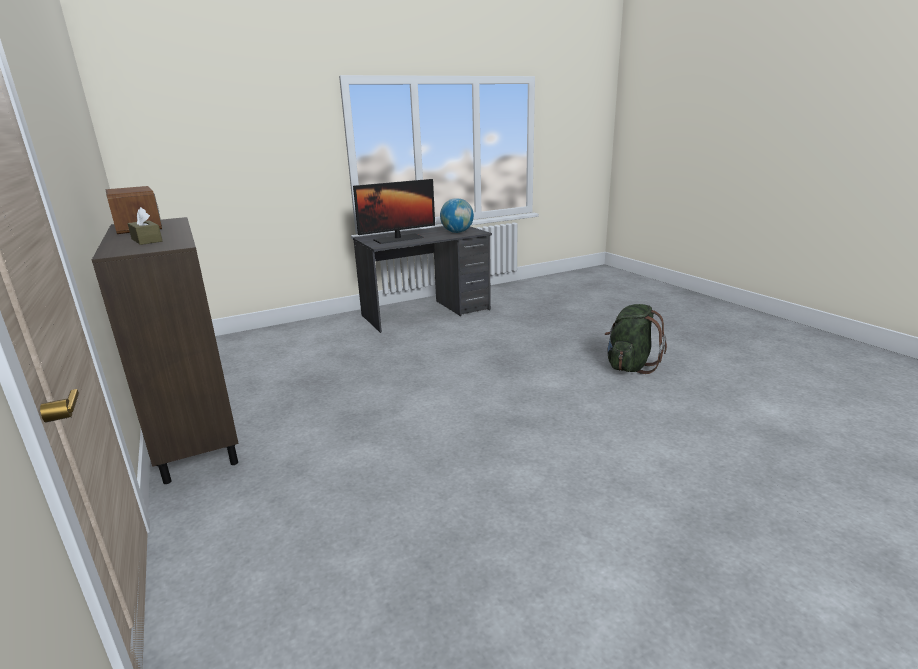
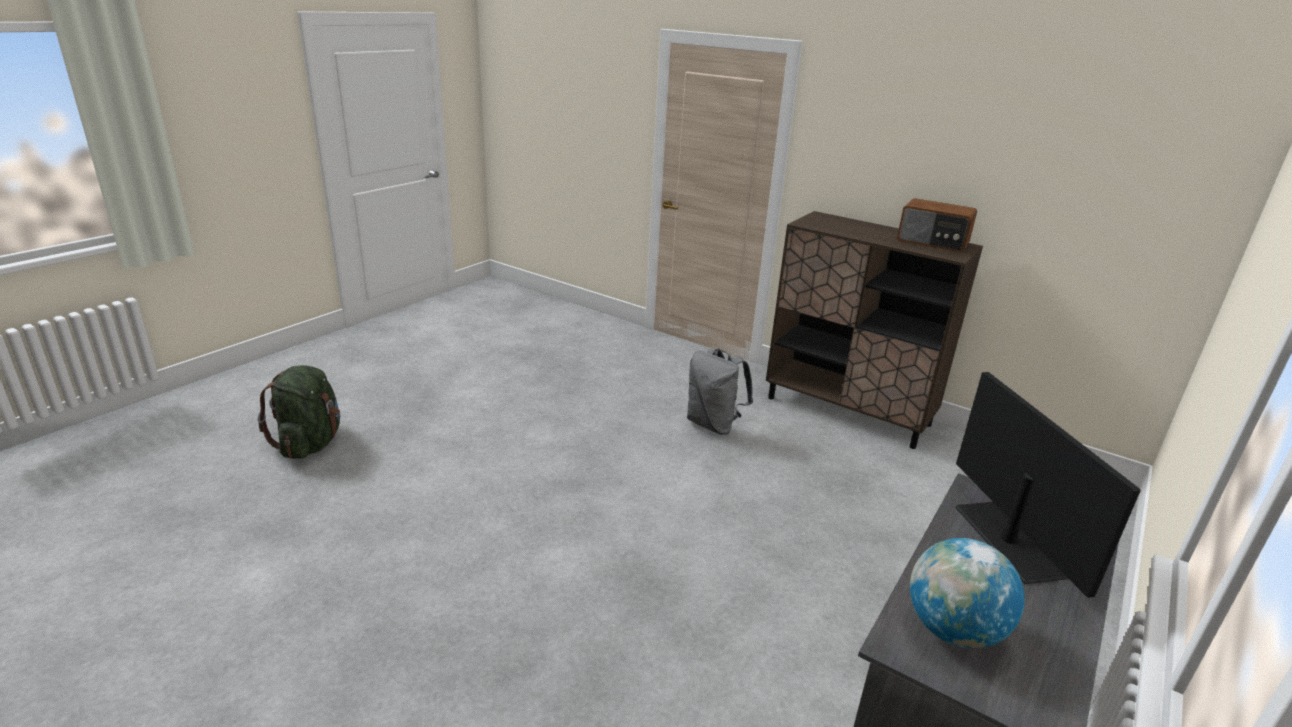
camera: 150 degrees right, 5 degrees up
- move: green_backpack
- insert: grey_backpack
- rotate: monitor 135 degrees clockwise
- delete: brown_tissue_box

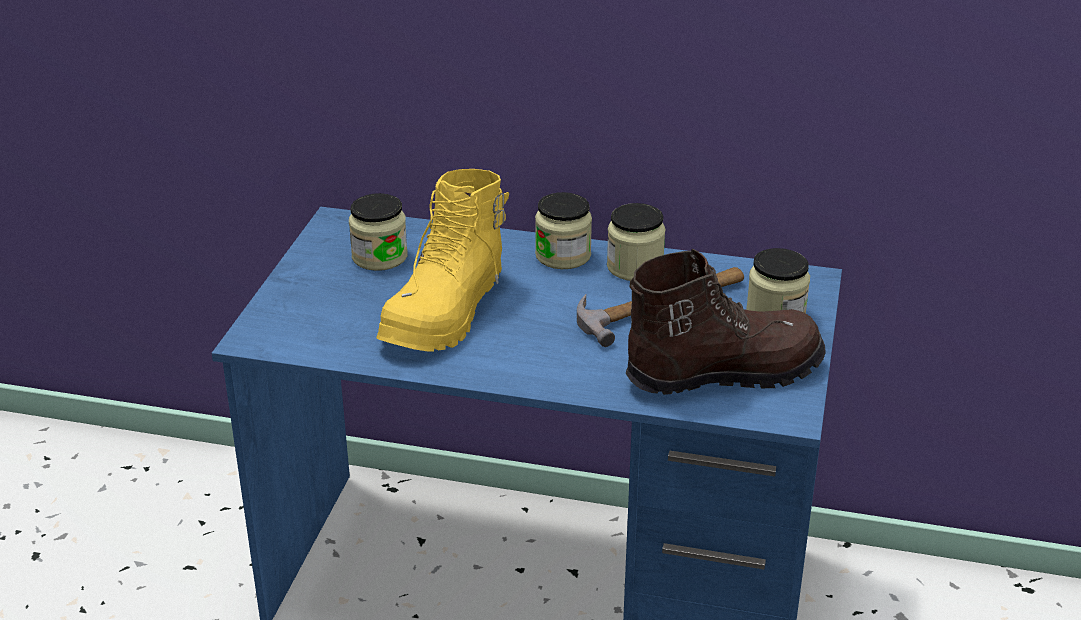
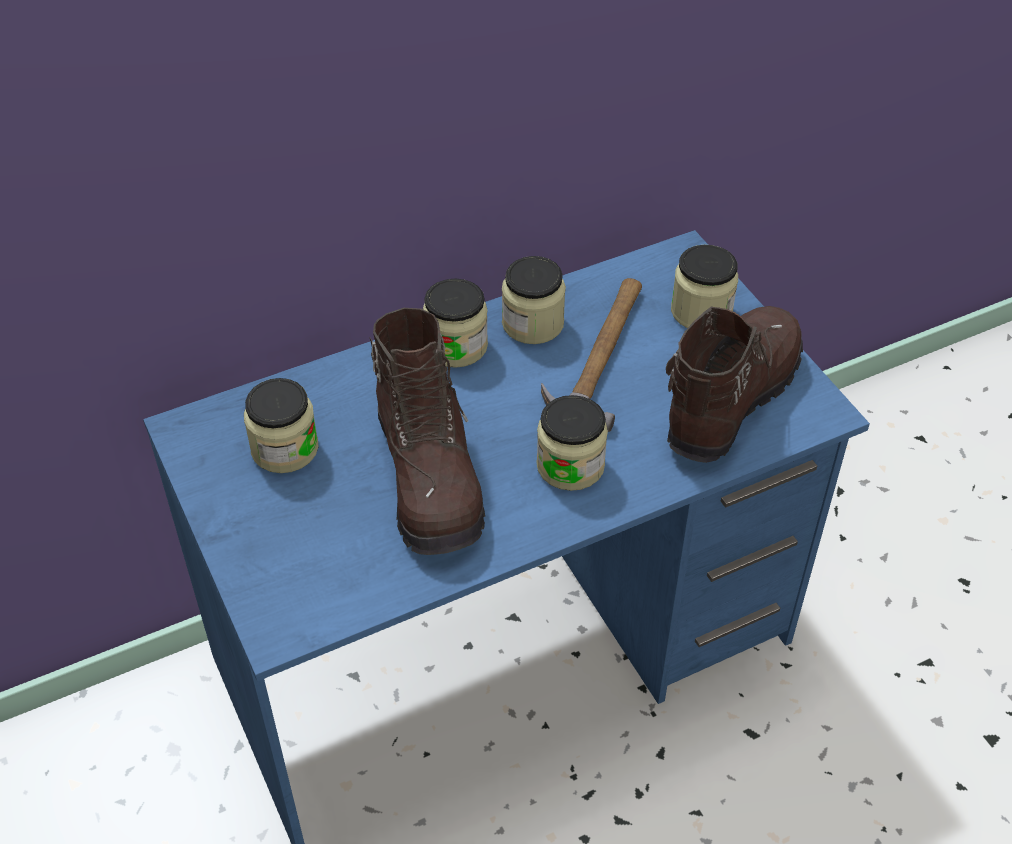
camera: 40 degrees left, 15 degrees up
- recolor: yellow_boot to brown_boot (1st from left)
- insert: jar (4th from left)

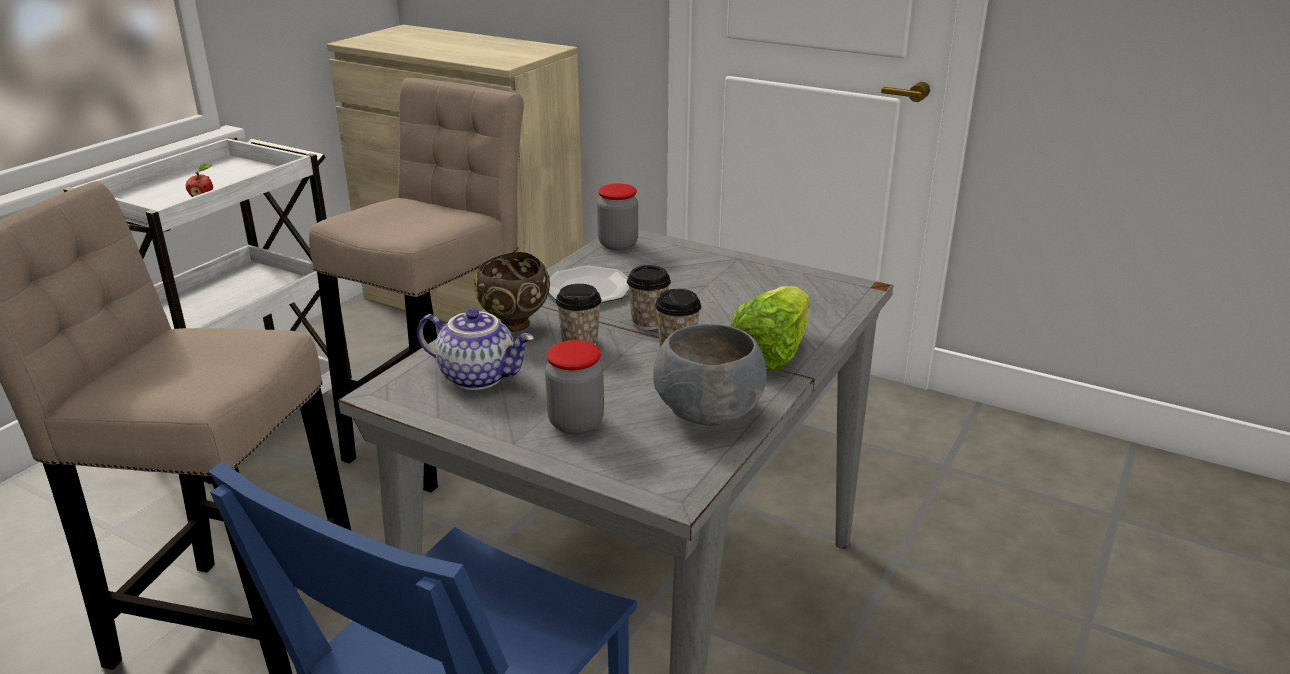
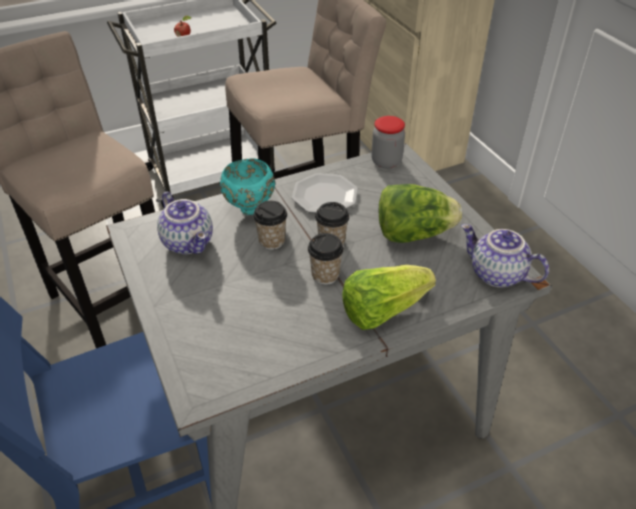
camera: 35 degrees right, 15 degrees up
- recolor: brown_bowl to turquoise_bowl
- insert: lettuce (2nd from left)
- insert: teapot (2nd from left)
- delete: jar (1st from left)
- delete: grey_bowl

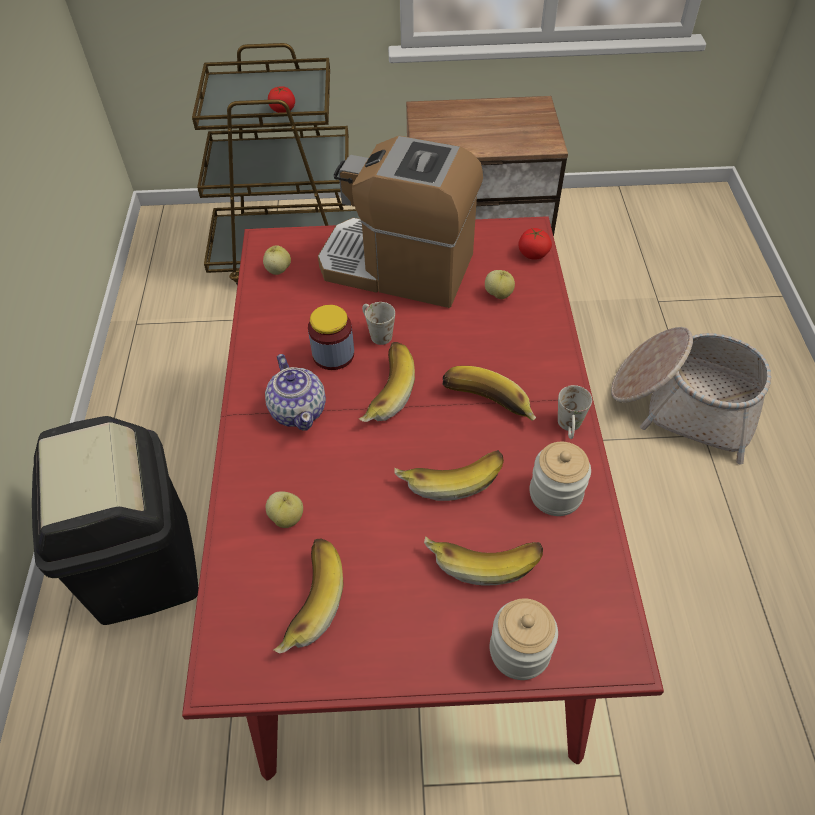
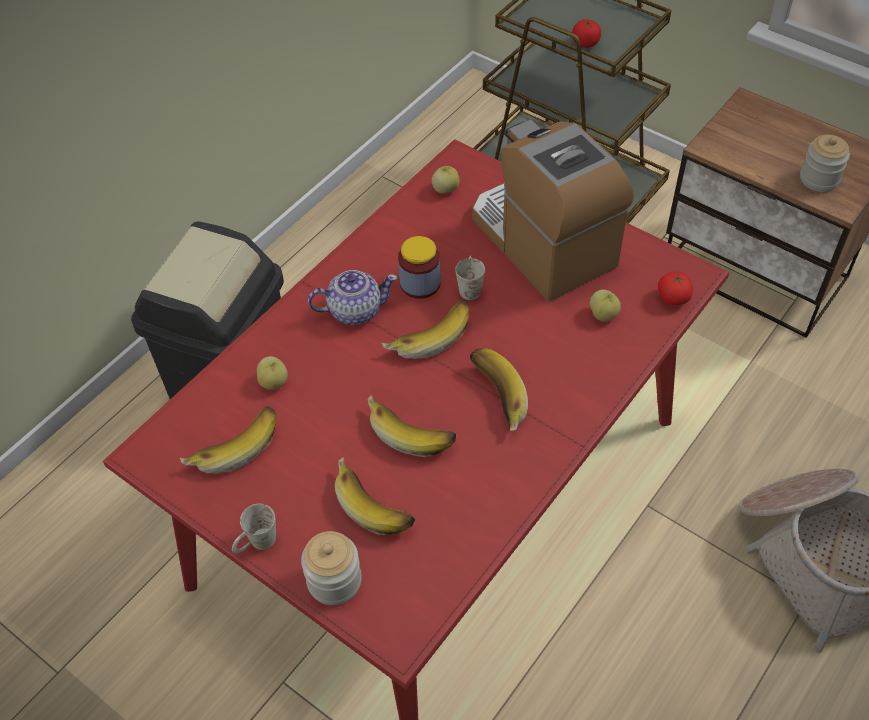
camera: 40 degrees right, 0 degrees up
- move: white_mug (2nd from left in the first image) to white_mug (1st from left)
- rotate: teapot 120 degrees counterclockwise
- move: jar (3rd from left)

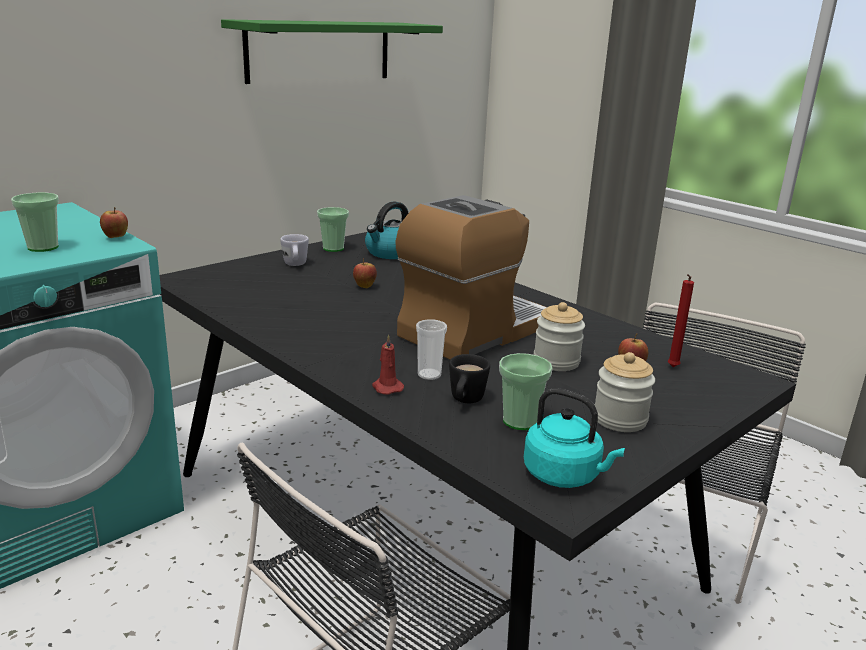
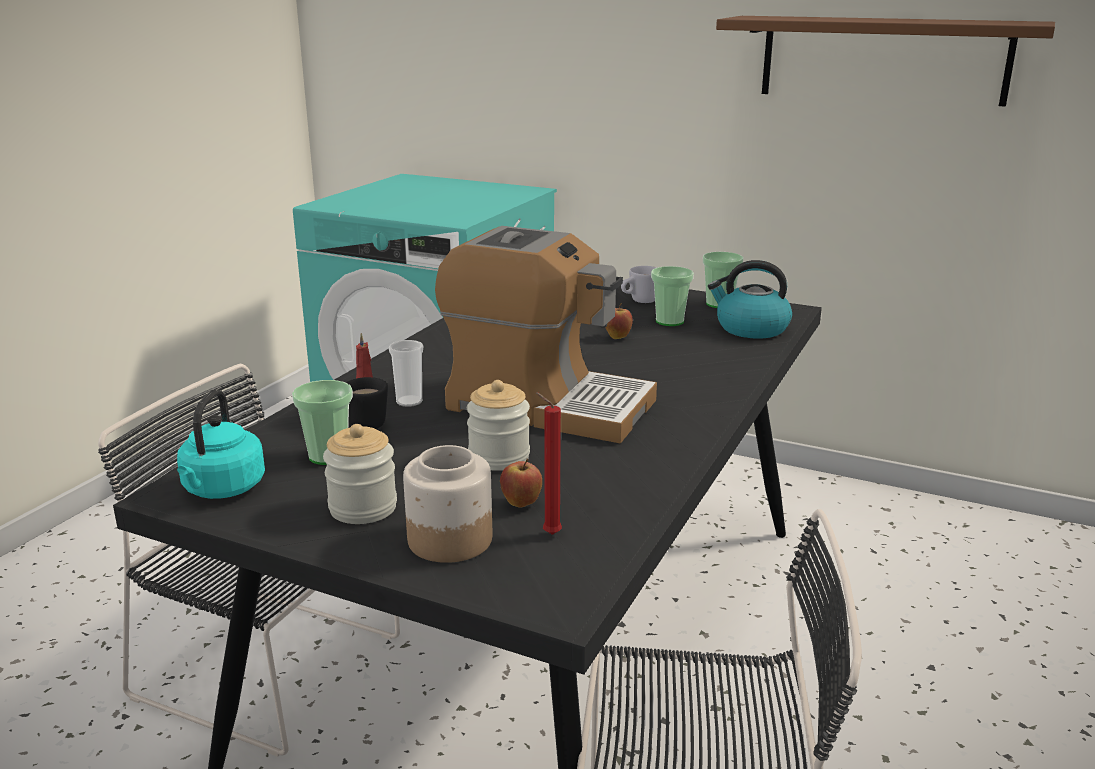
camera: 70 degrees right, 0 degrees up
- insert: jar (2nd from left)
- move: cup (1st from left in the first image) to cup (3rd from left)
- recolor: green_shelf to brown_shelf
- delete: apple (1st from left)

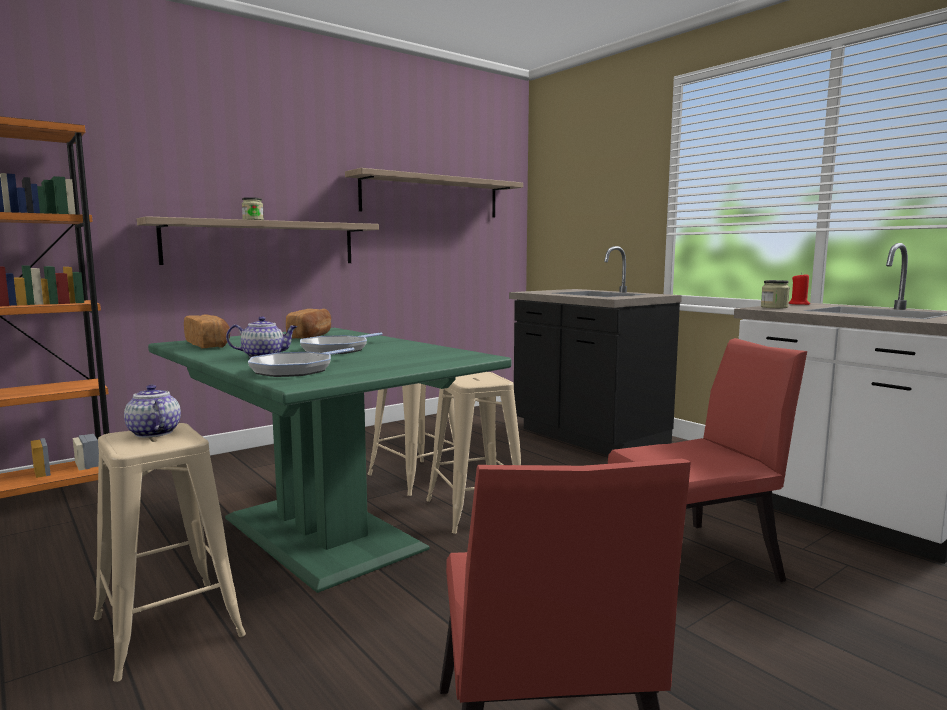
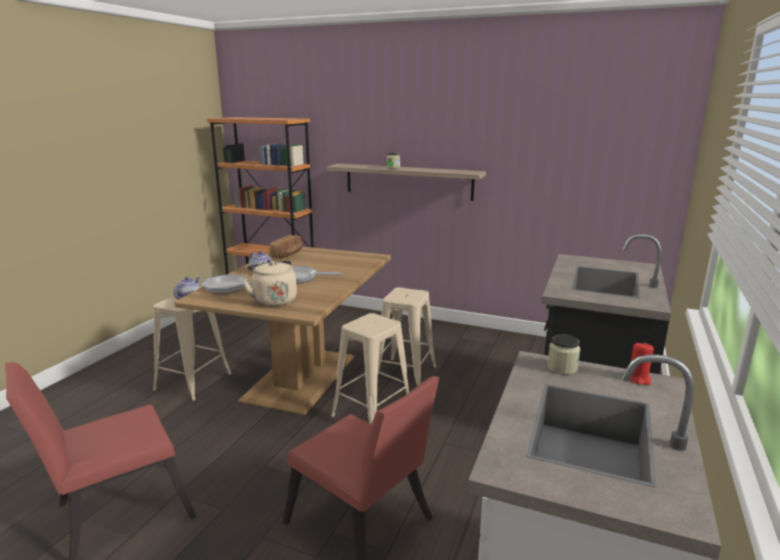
camera: 60 degrees right, 10 degrees up
- recolor: green_dining_table to brown_dining_table
- insert: beige_kettle
- delete: bread (2nd from left)
- delete: shelf (2nd from left)

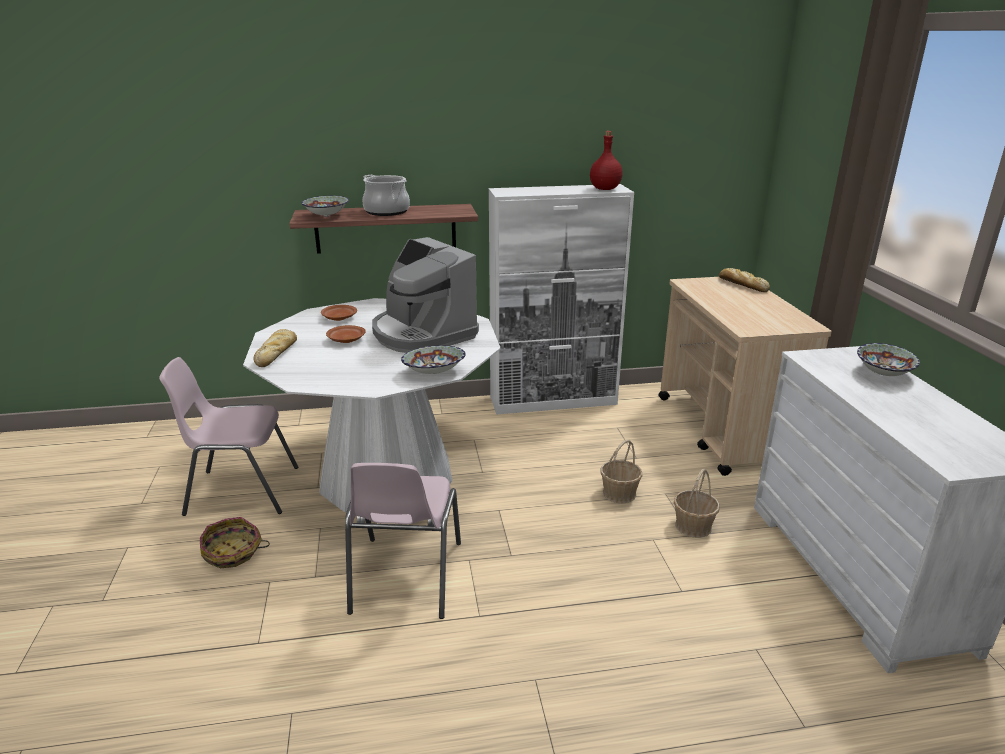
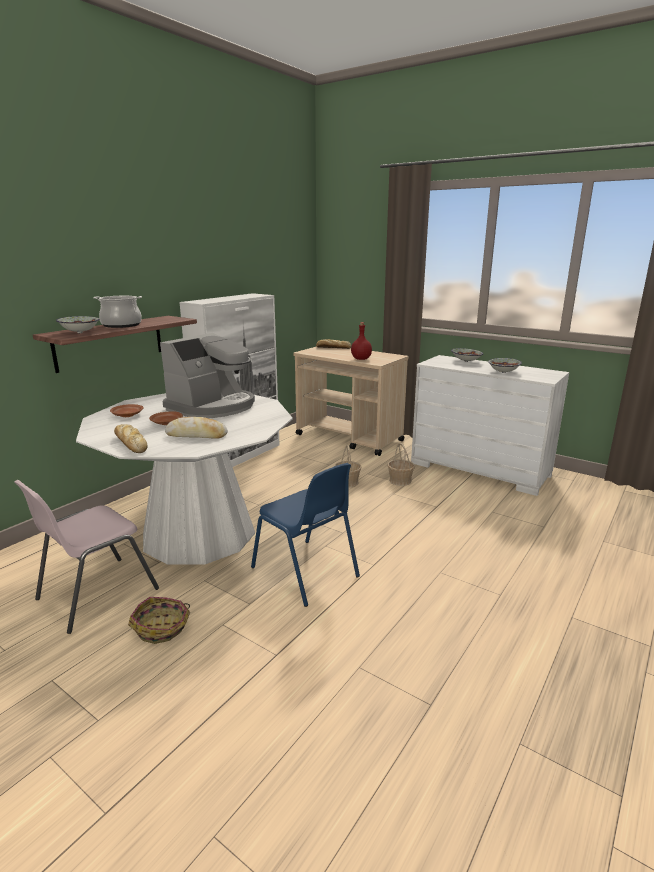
camera: 45 degrees left, 5 degrees down
- rotate: coffee_machine 60 degrees counterclockwise
- insert: bread (2nd from left)
- recolor: pink_chair (2nd from left) to blue_chair
- move: red_bottle
- move: bowl (2nd from left in the first image) to bowl (3rd from left)

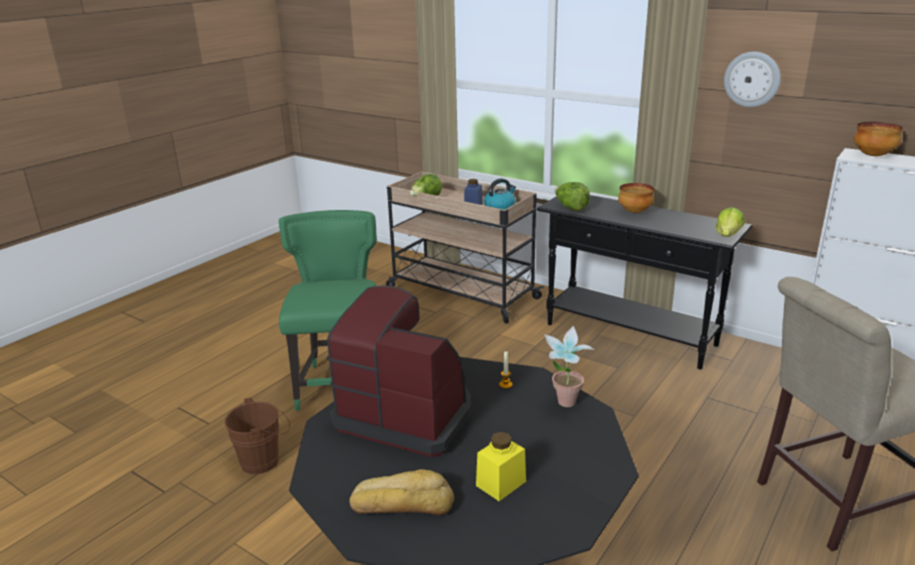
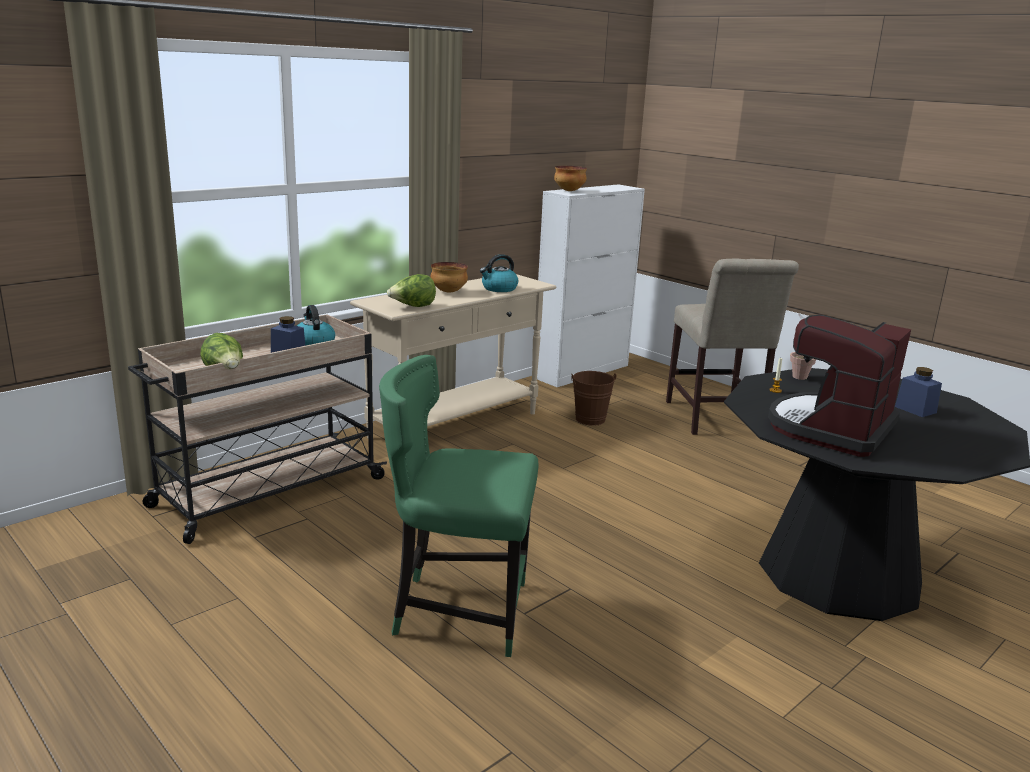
camera: 80 degrees left, 5 degrees down
- recolor: black_console_table to beige_console_table
- insert: kettle (2nd from left)
- move: brown_bucket
- recolor: yellow_jar to blue_jar (2nd from left)
- delete: bread
- delete: lettuce (3rd from left)
- delete: wall_clock

